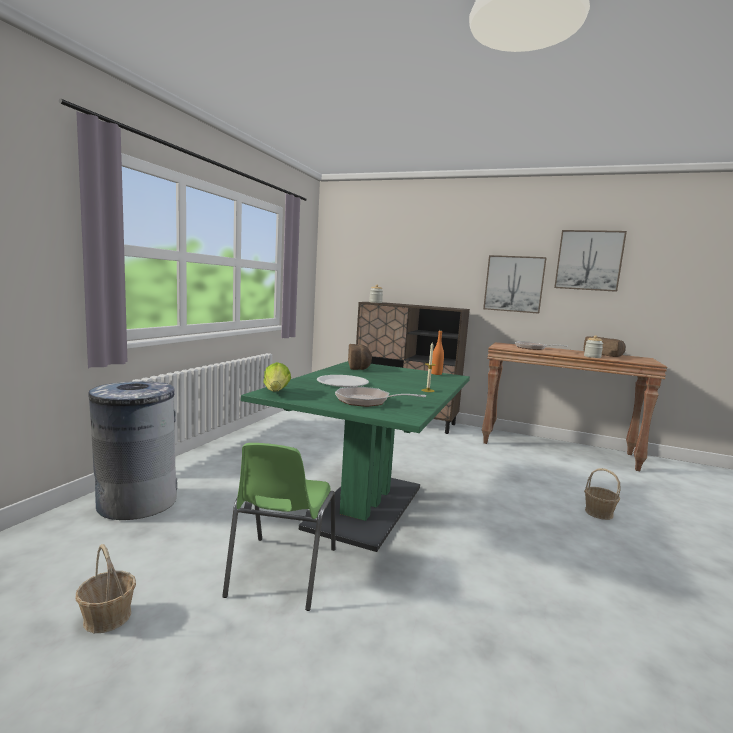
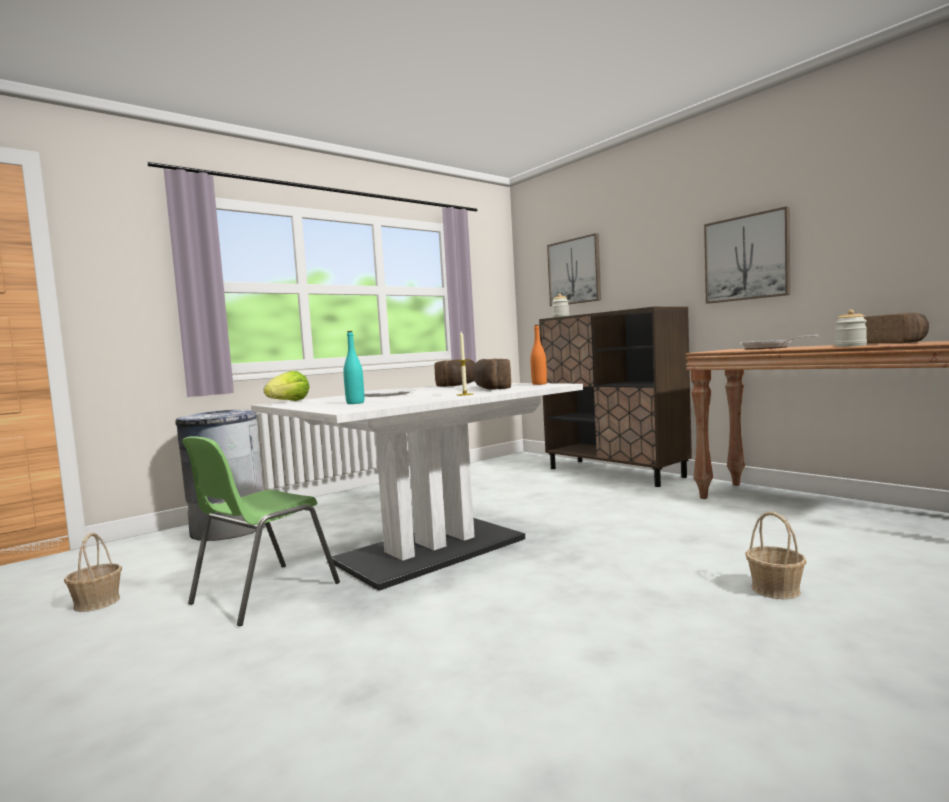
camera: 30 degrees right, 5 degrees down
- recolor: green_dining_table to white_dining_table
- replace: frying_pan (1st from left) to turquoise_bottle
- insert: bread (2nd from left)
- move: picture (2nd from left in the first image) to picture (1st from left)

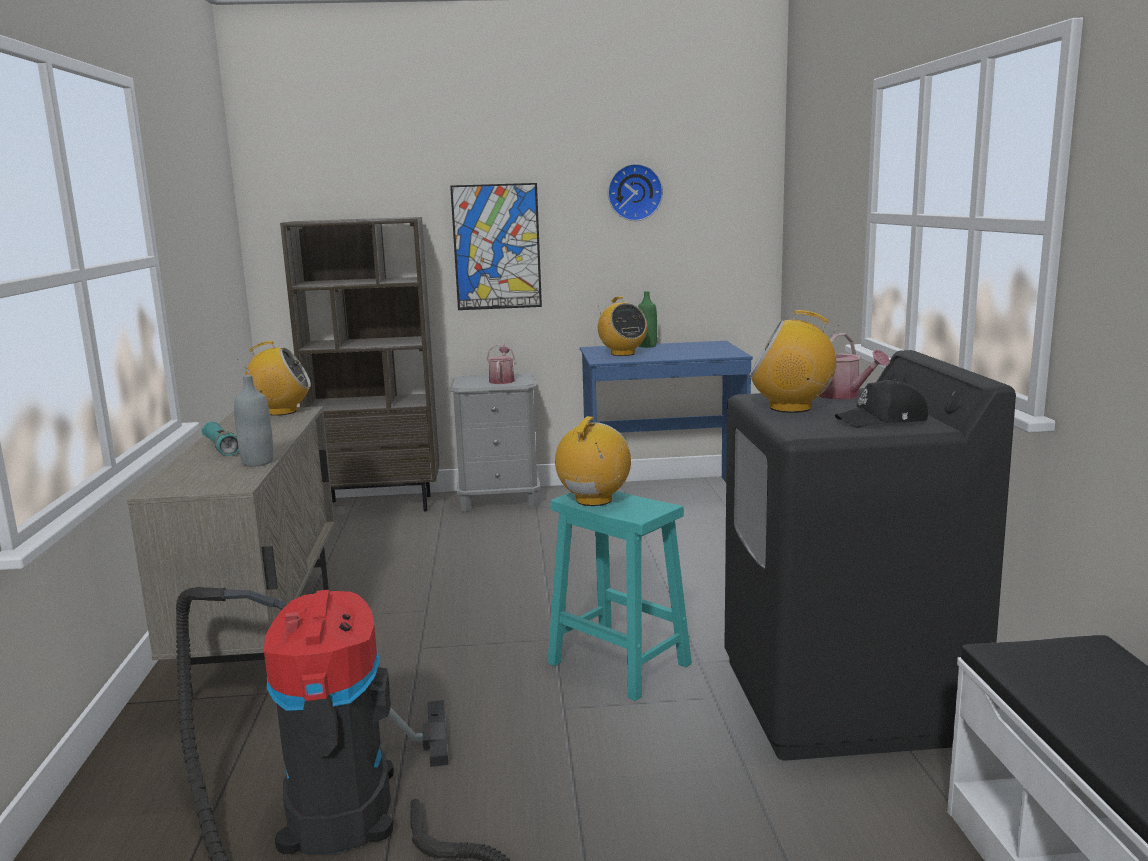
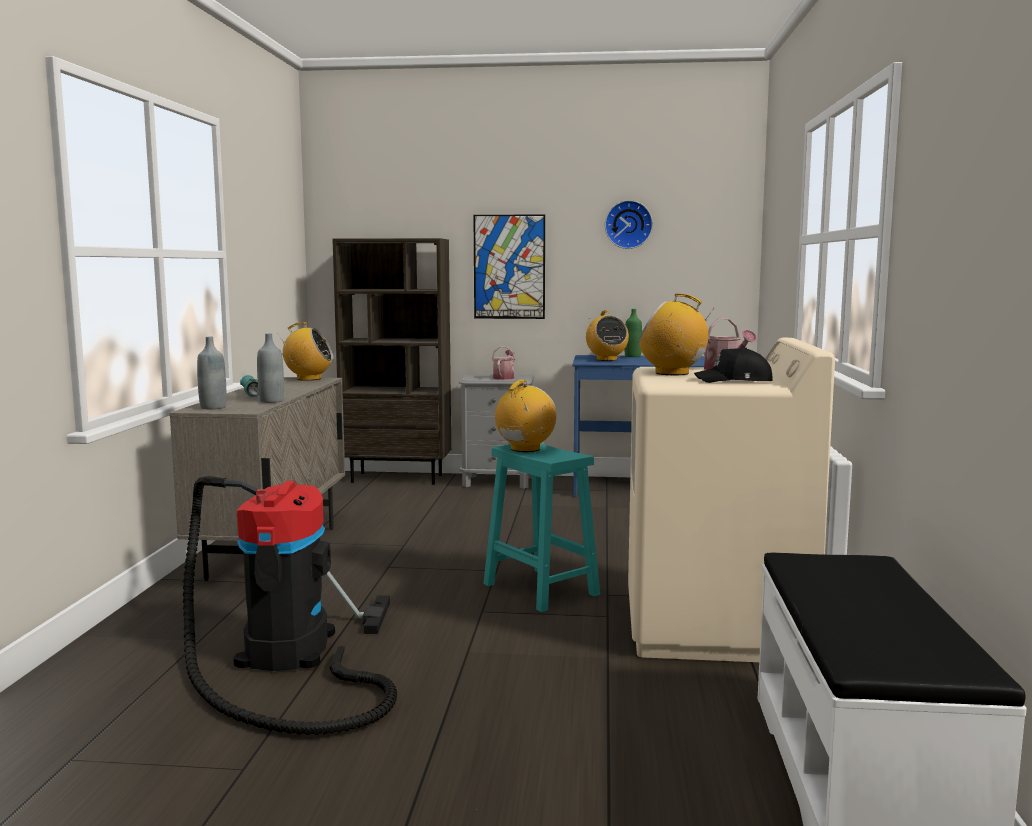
camera: 10 degrees right, 5 degrees down
- insert: grey_bottle (1st from left)
- recolor: black_washing_machine to beige_washing_machine

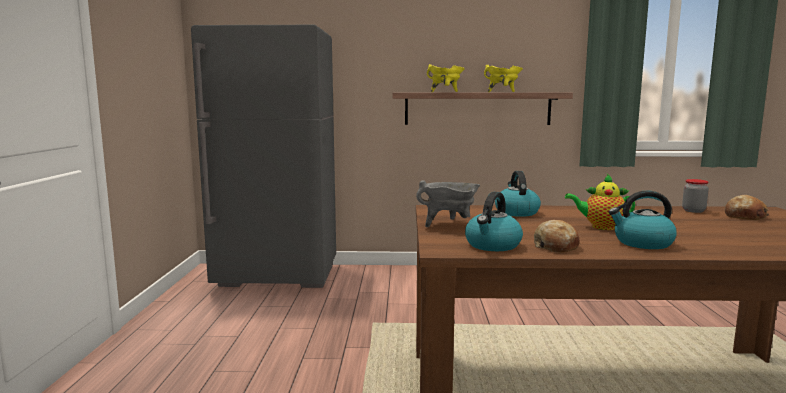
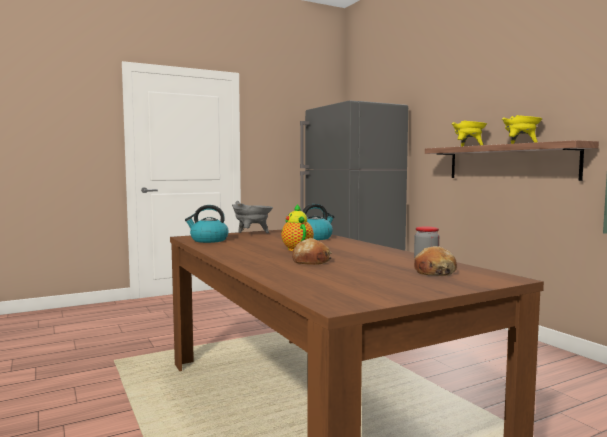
camera: 60 degrees right, 5 degrees down
- move: bread (1st from left)
- delete: kettle (3rd from left)

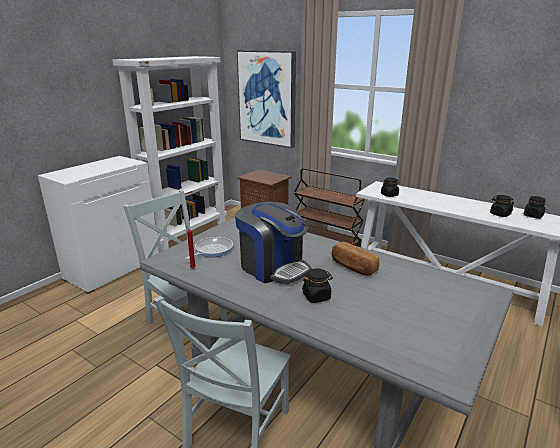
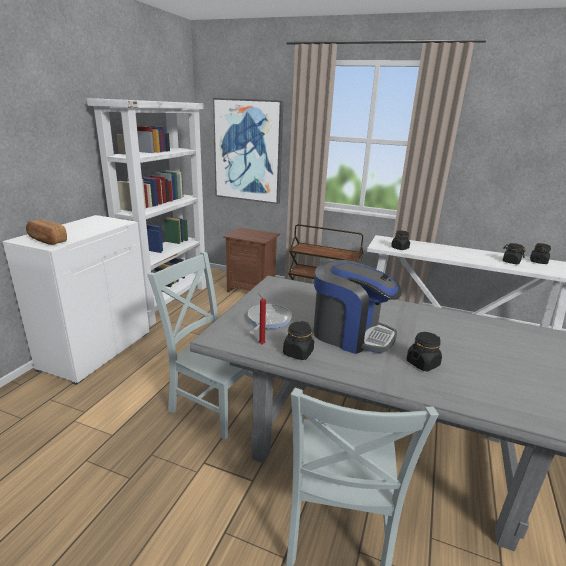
camera: 15 degrees left, 0 degrees up
- move: bread
- insert: black_jar (1st from left)

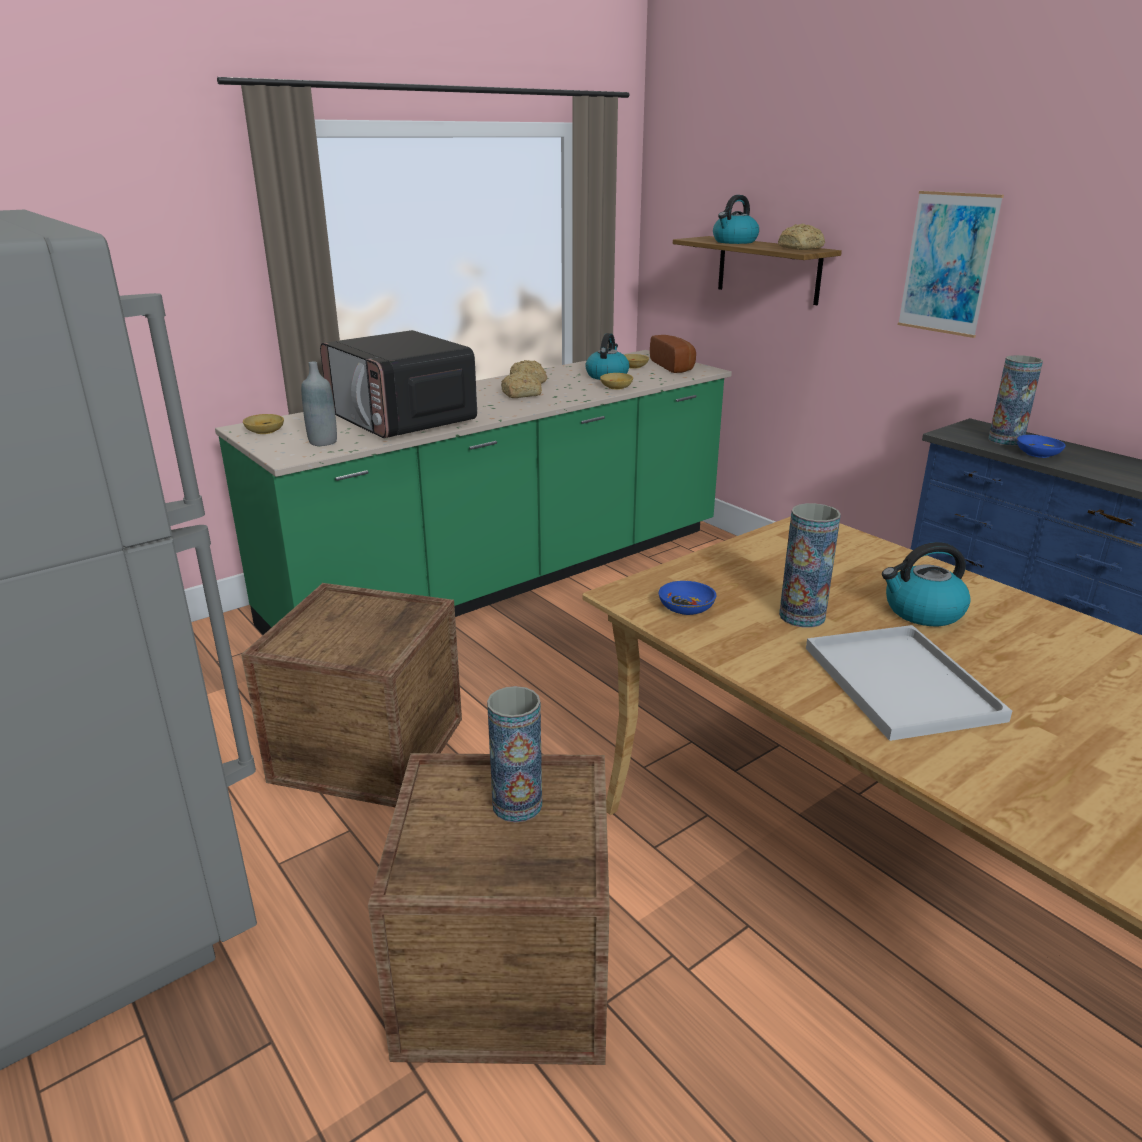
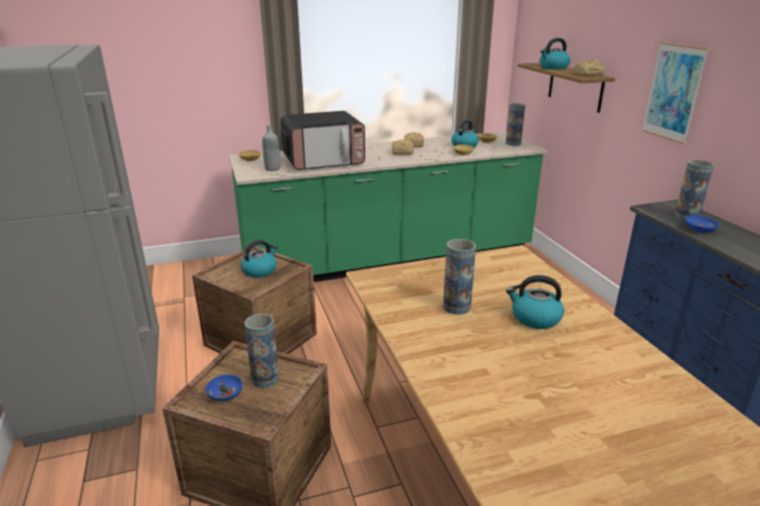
camera: 20 degrees right, 0 degrees up
- move: blue_bowl (1st from left)
- insert: kettle (1st from left)
- rotate: microwave 90 degrees counterclockwise
- replace: bread (3rd from left) to vase (3rd from left)
- delete: white_tray

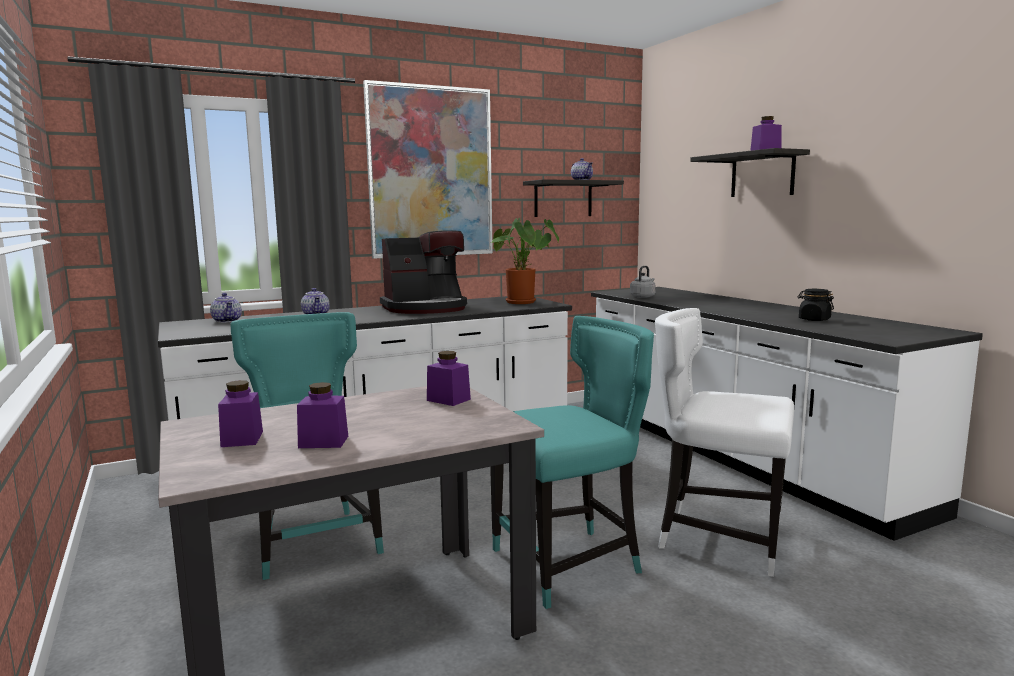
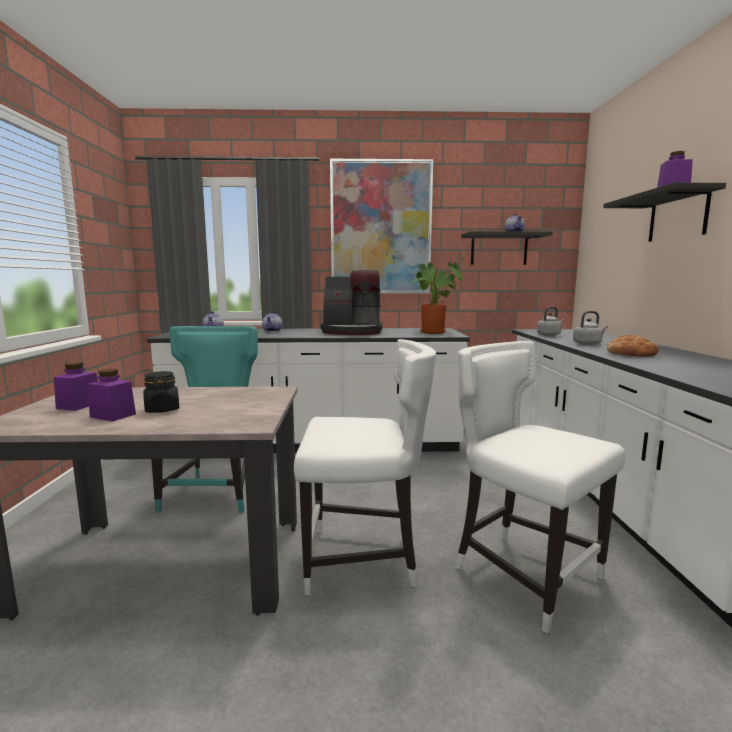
camera: 25 degrees right, 0 degrees up
- move: black_jar
- recolor: turquoise_chair (2nd from left) to white_chair (1st from left)
- insert: grey_kettle (2nd from left)
- insert: bread
- delete: purple_jar (3rd from left)

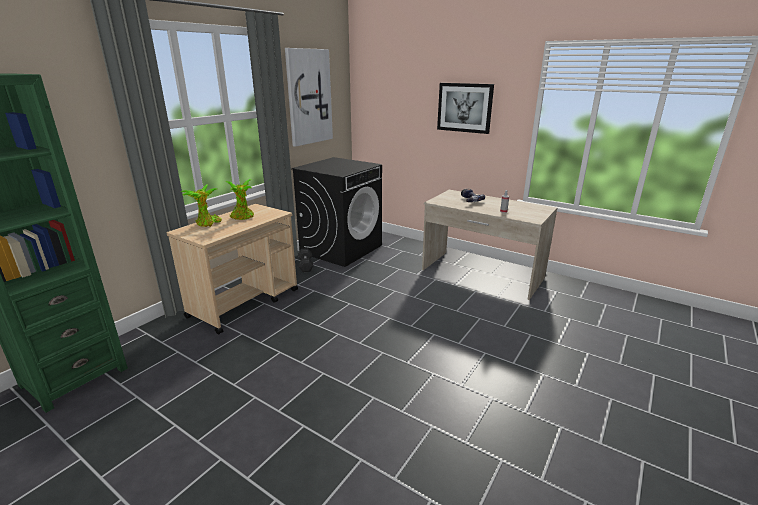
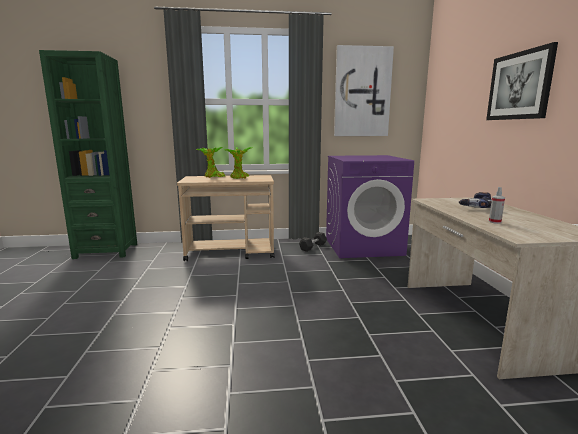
camera: 50 degrees right, 10 degrees down
- recolor: black_washing_machine to purple_washing_machine

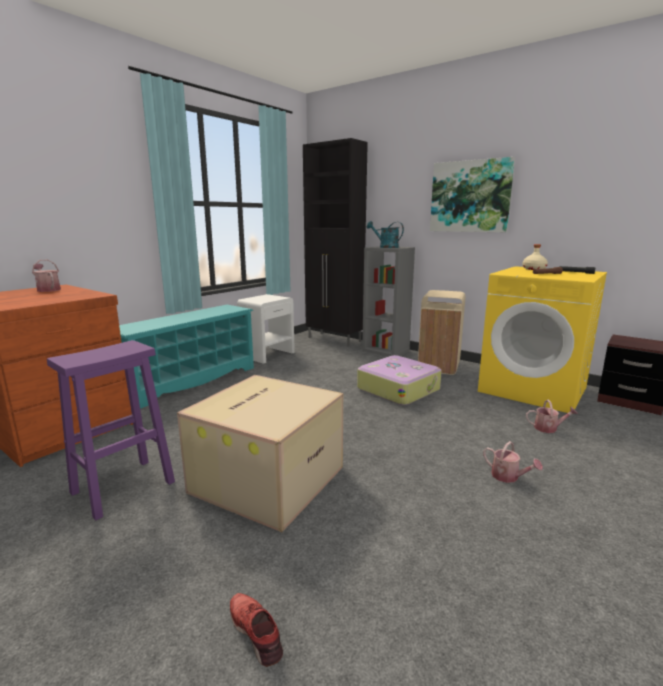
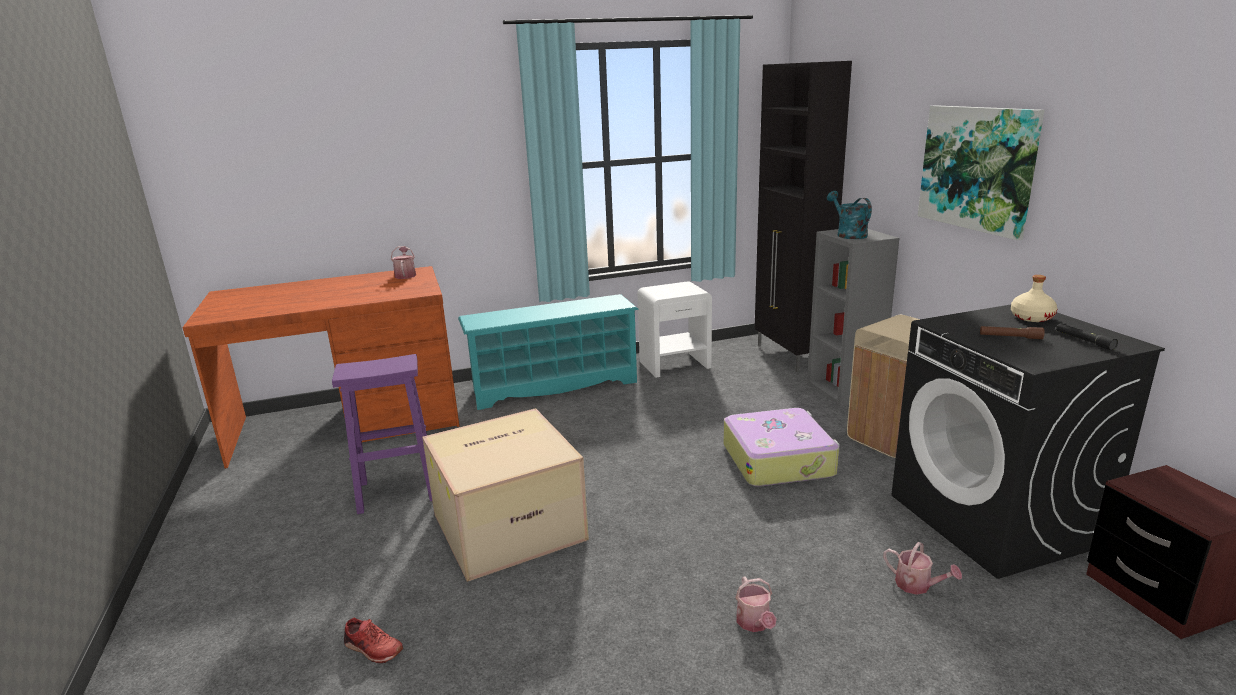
camera: 35 degrees right, 5 degrees up
- rotate: red_shoe 120 degrees clockwise
- recolor: yellow_washing_machine to black_washing_machine

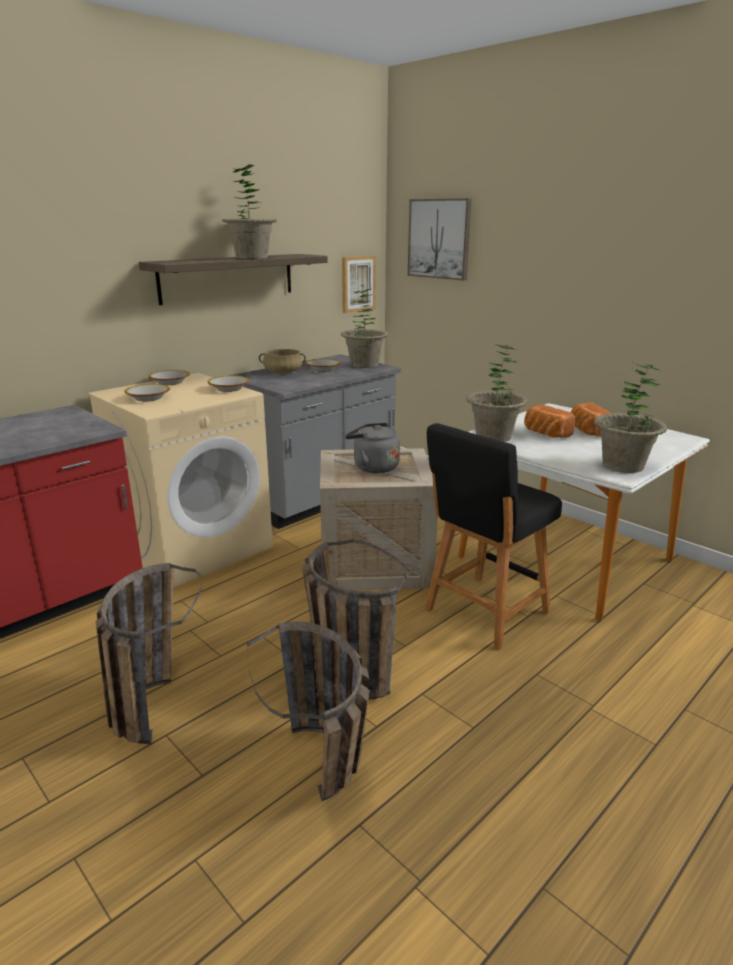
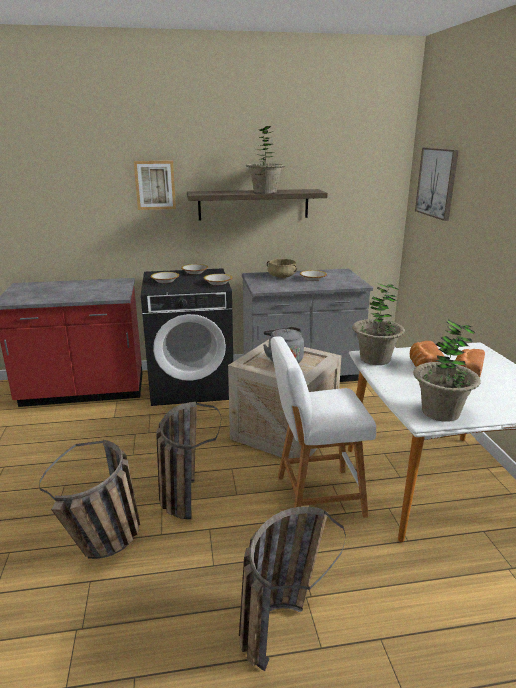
camera: 35 degrees right, 0 degrees up
- move: picture (1st from left)
- recolor: beige_washing_machine to black_washing_machine
- move: basket (1st from left in the first image) to basket (3rd from left)
- recolor: black_stool to white_stool
- delete: potted_plant (2nd from left)

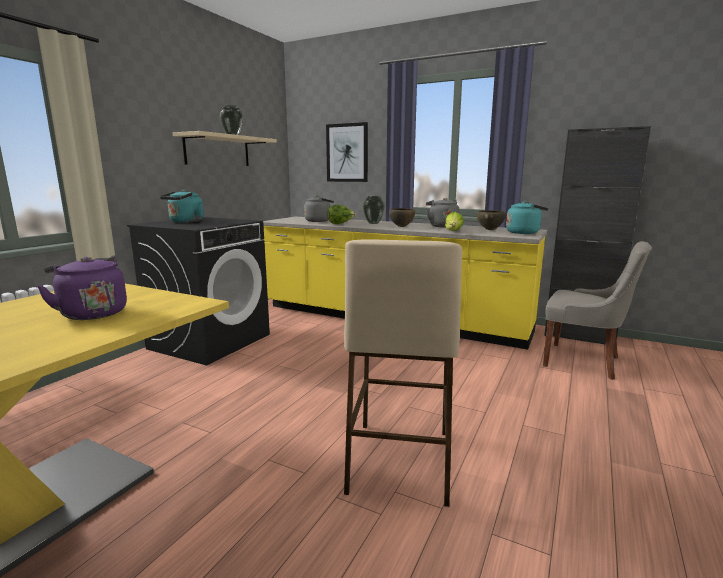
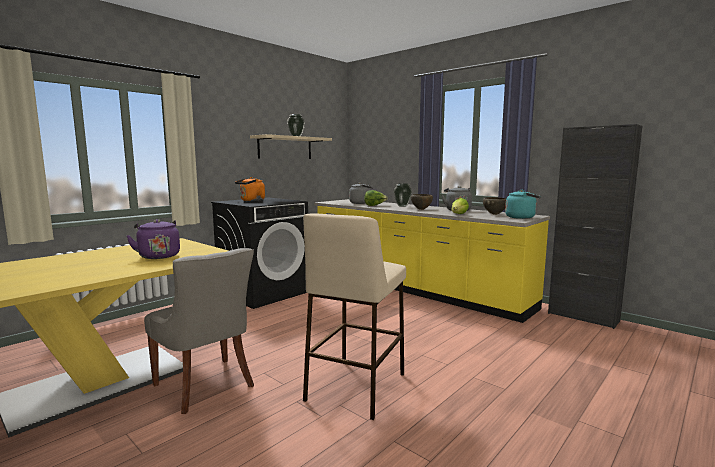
camera: 15 degrees right, 5 degrees down
- move: grey_chair
- recolor: turquoise_kettle (1st from left) to orange_kettle
- delete: picture

